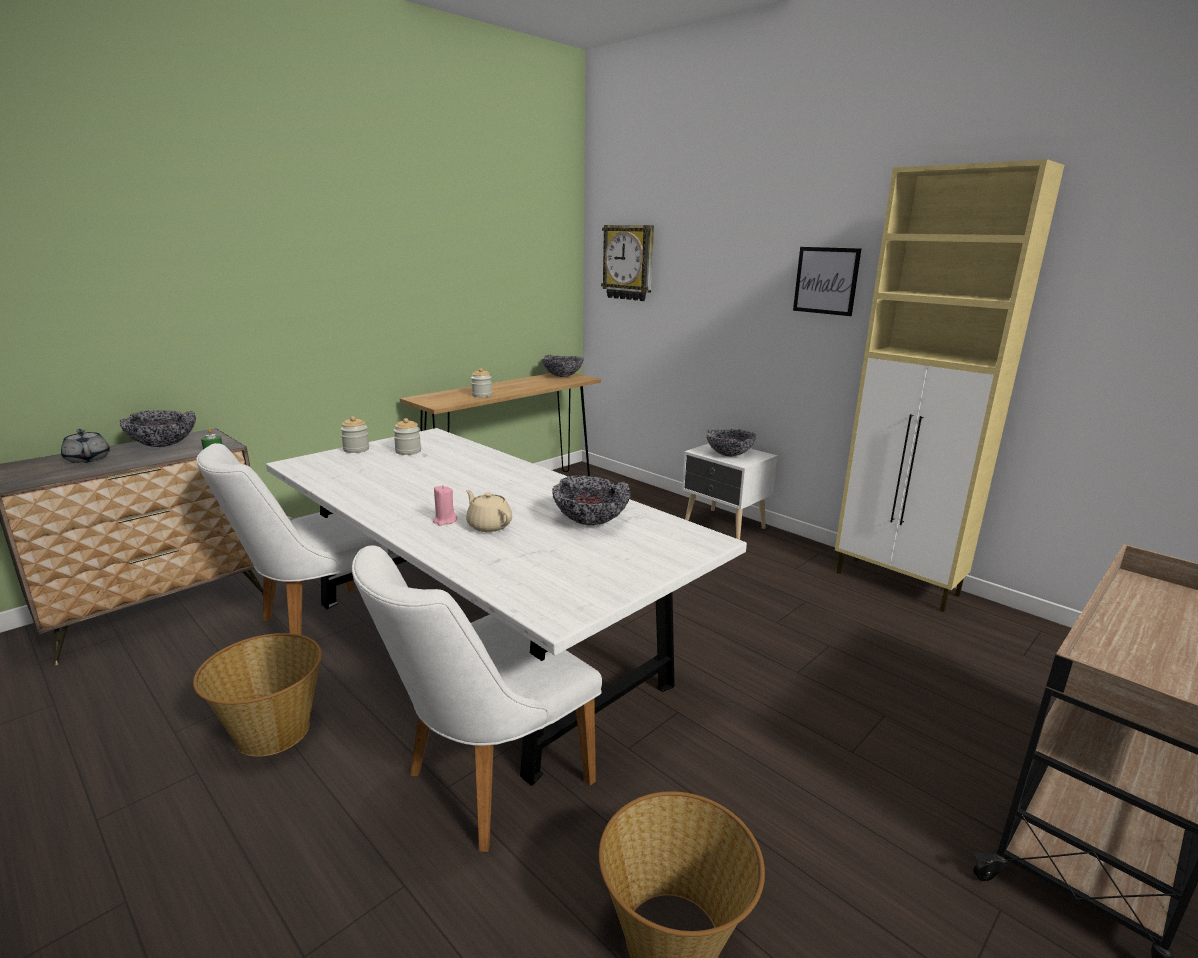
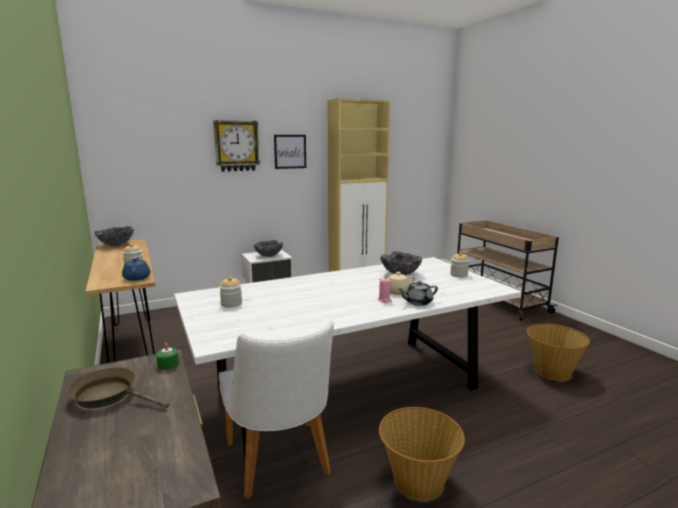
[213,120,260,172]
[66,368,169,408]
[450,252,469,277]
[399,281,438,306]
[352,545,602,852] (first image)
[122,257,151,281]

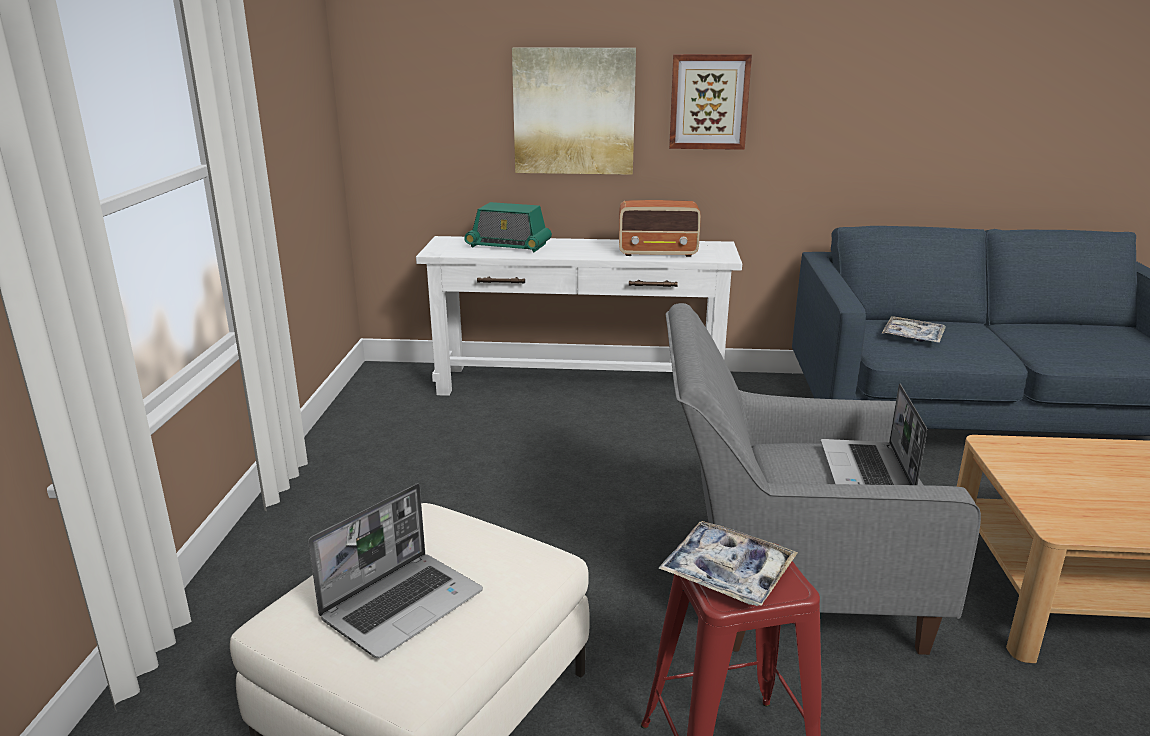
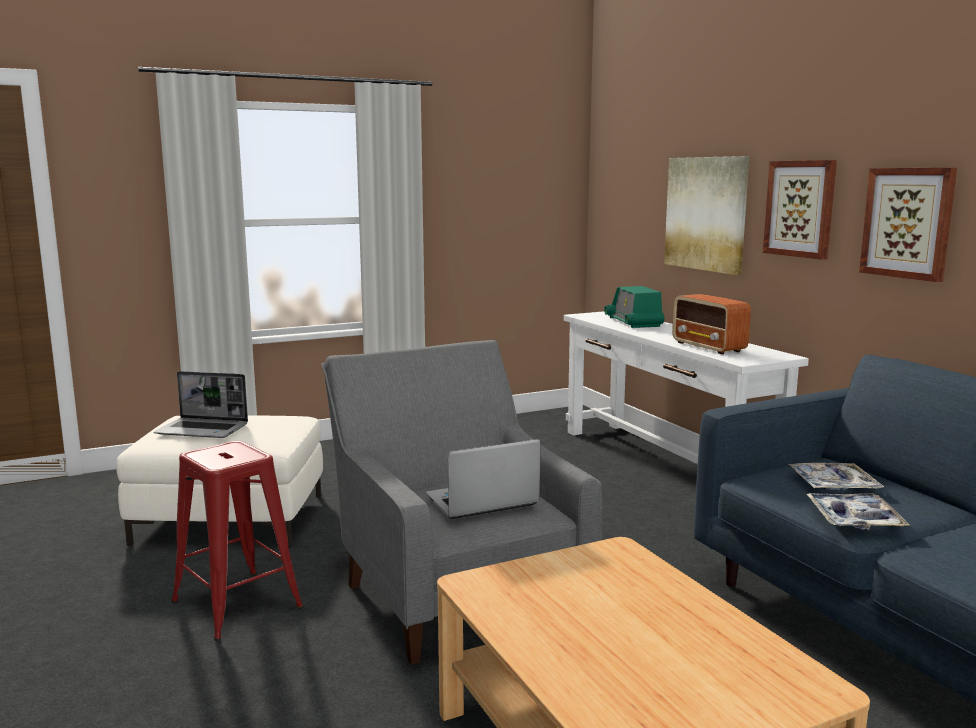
[807,493,911,531]
[859,168,957,282]

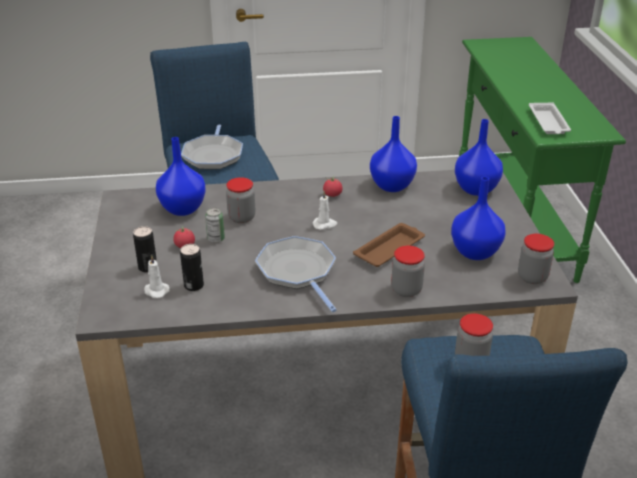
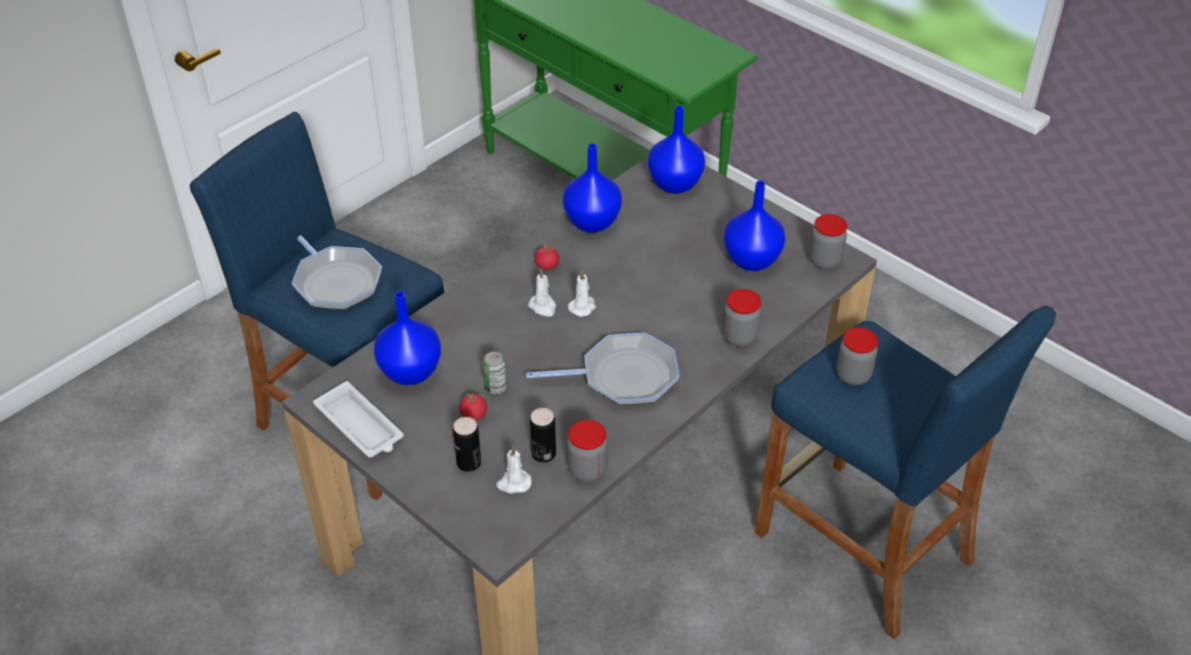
[313,381,403,457]
[567,420,608,482]
[353,223,425,267] (first image)
[526,333,679,405]
[528,269,556,317]

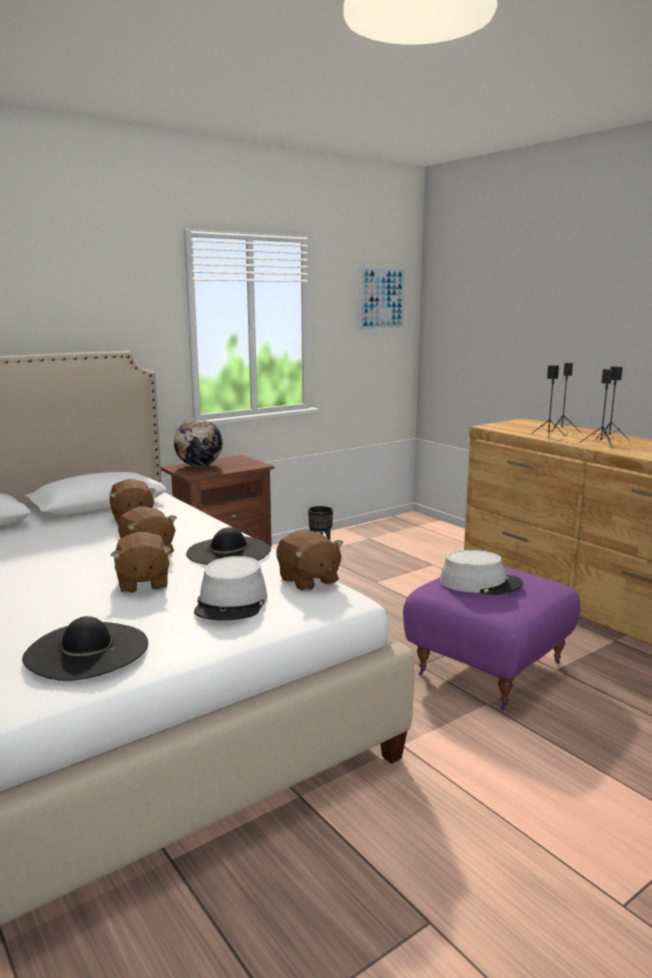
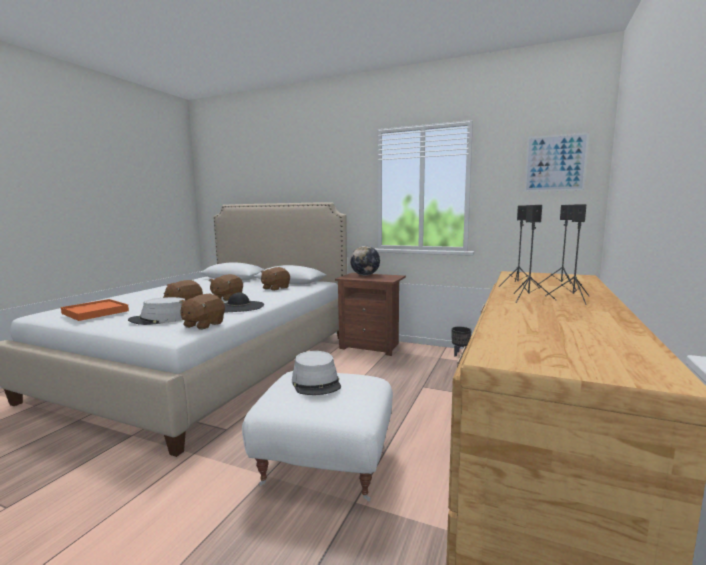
[242,371,393,501]
[61,299,129,321]

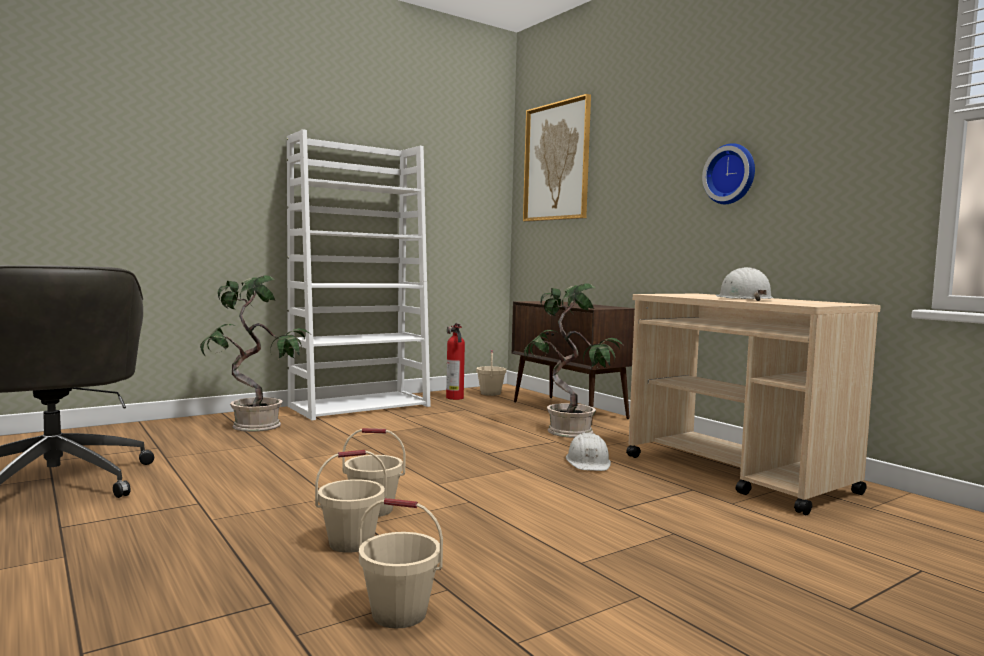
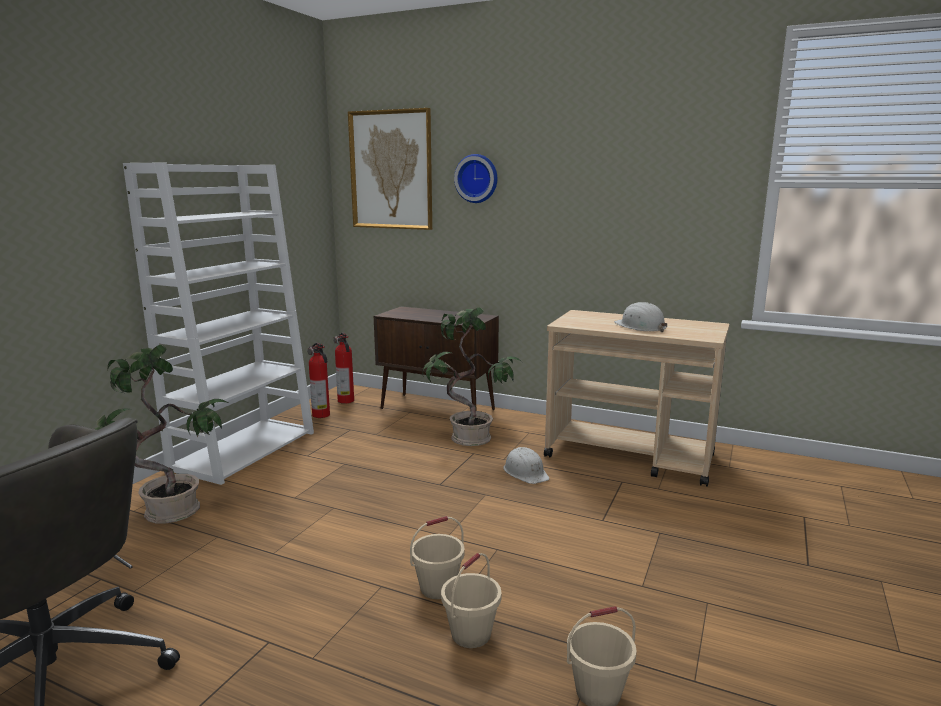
[454,154,497,203]
[333,332,354,404]

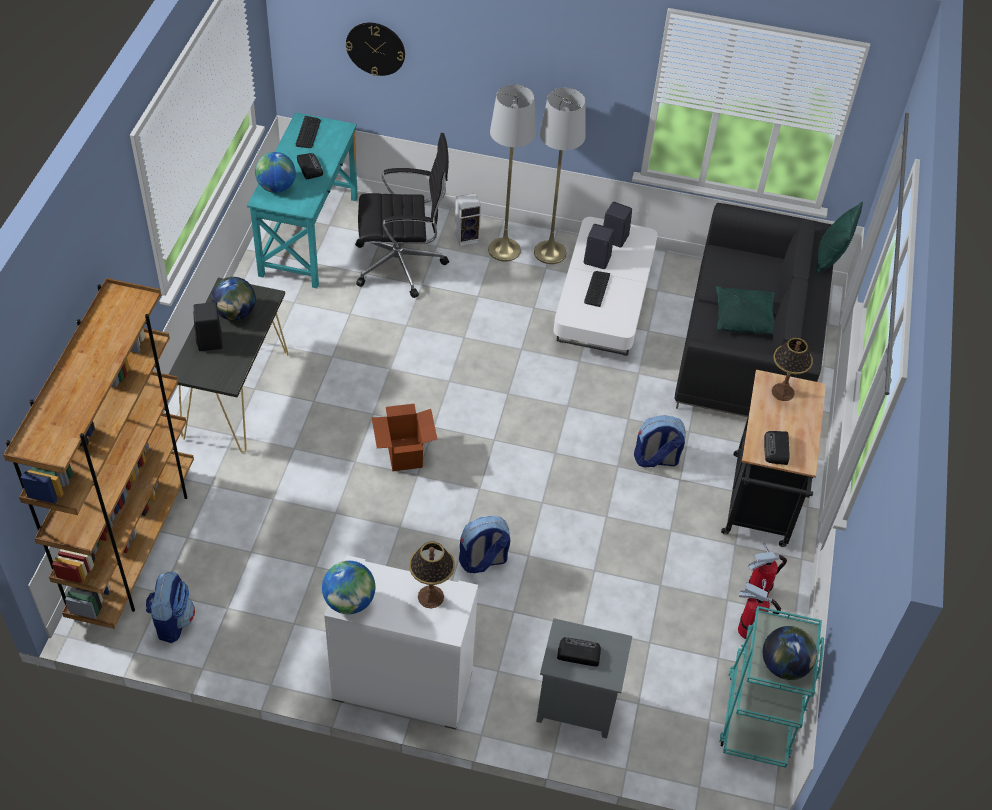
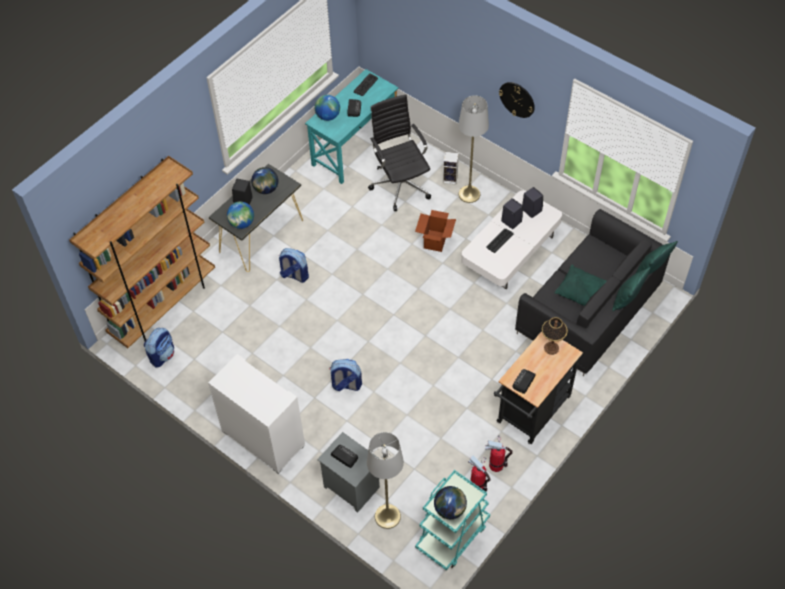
[499,82,535,118]
[367,432,404,529]
[368,95,431,211]
[415,210,456,252]
[279,248,309,283]
[409,542,455,608] (first image)
[227,202,254,229]
[612,267,651,311]

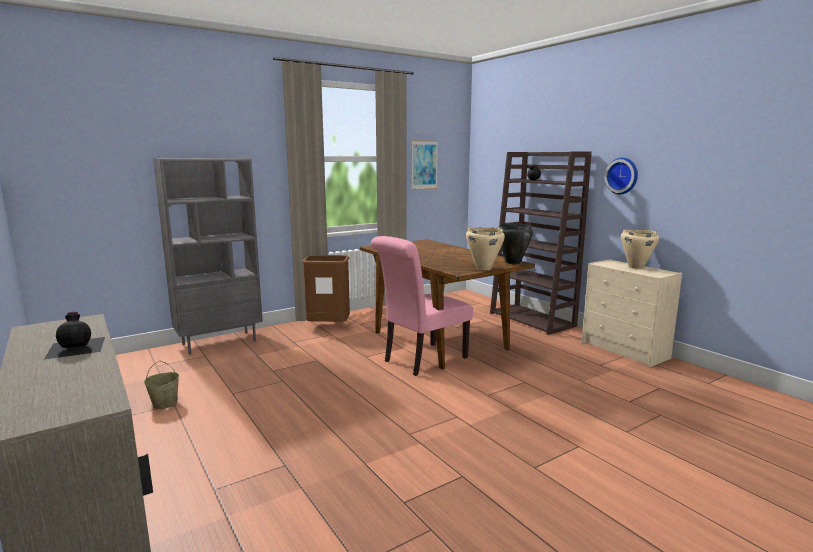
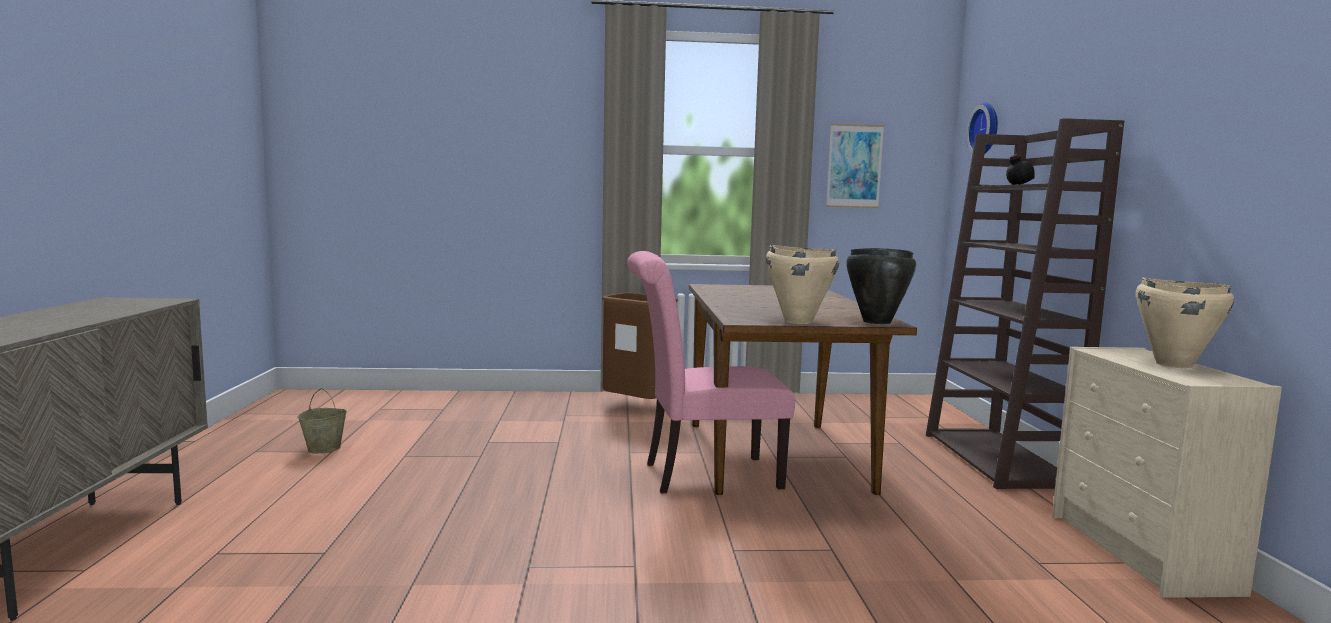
[153,158,263,354] (first image)
[966,102,998,153]
[44,312,105,360] (first image)

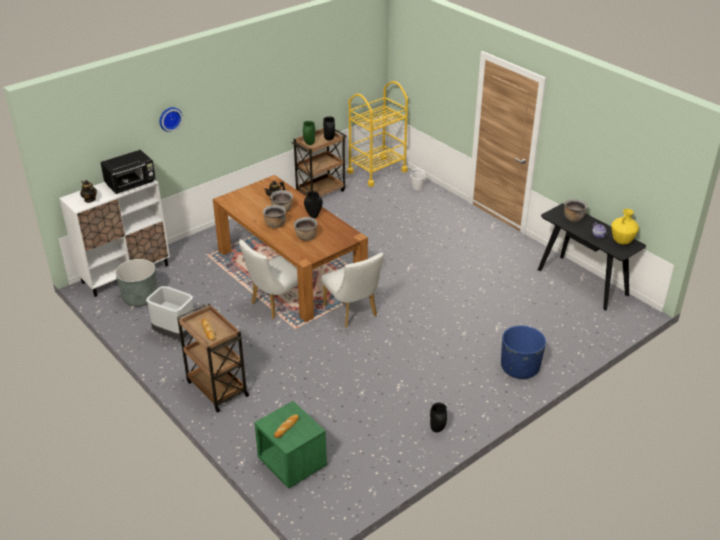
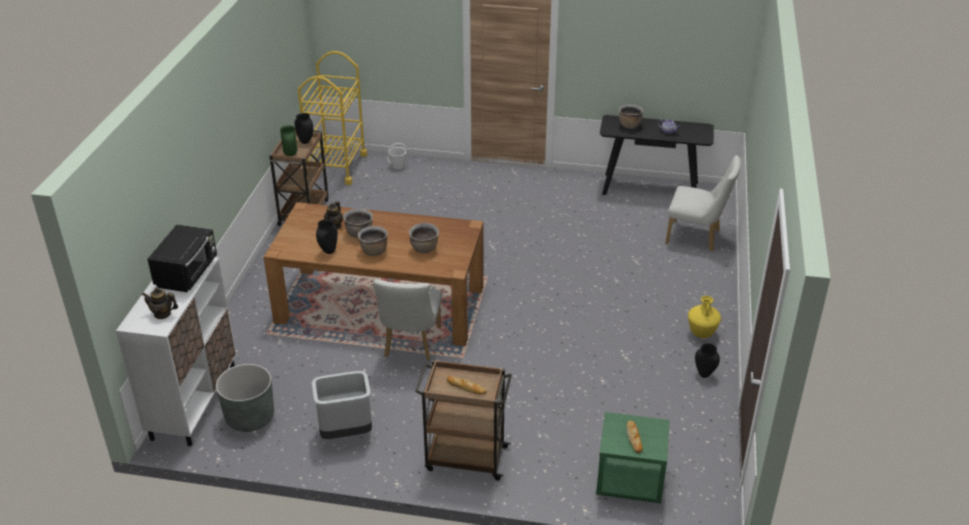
[160,107,183,132] (first image)
[316,219,338,254]
[688,296,721,338]
[665,155,741,251]
[501,326,546,379] (first image)

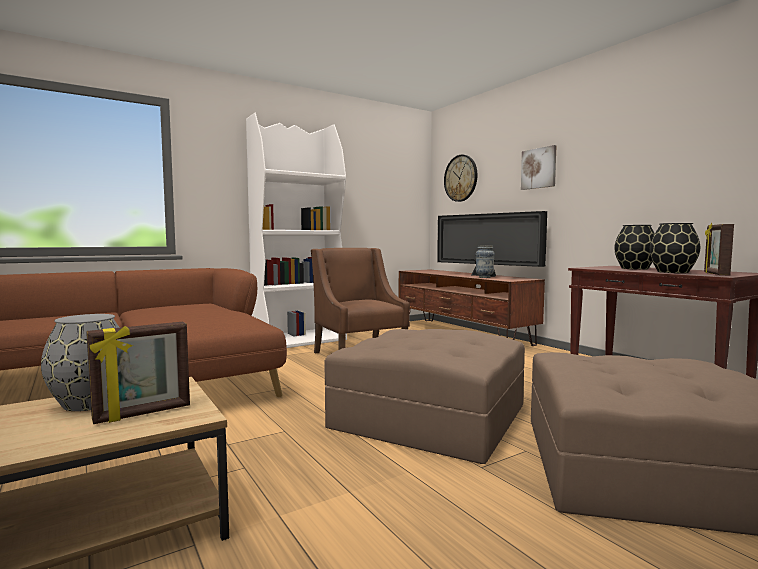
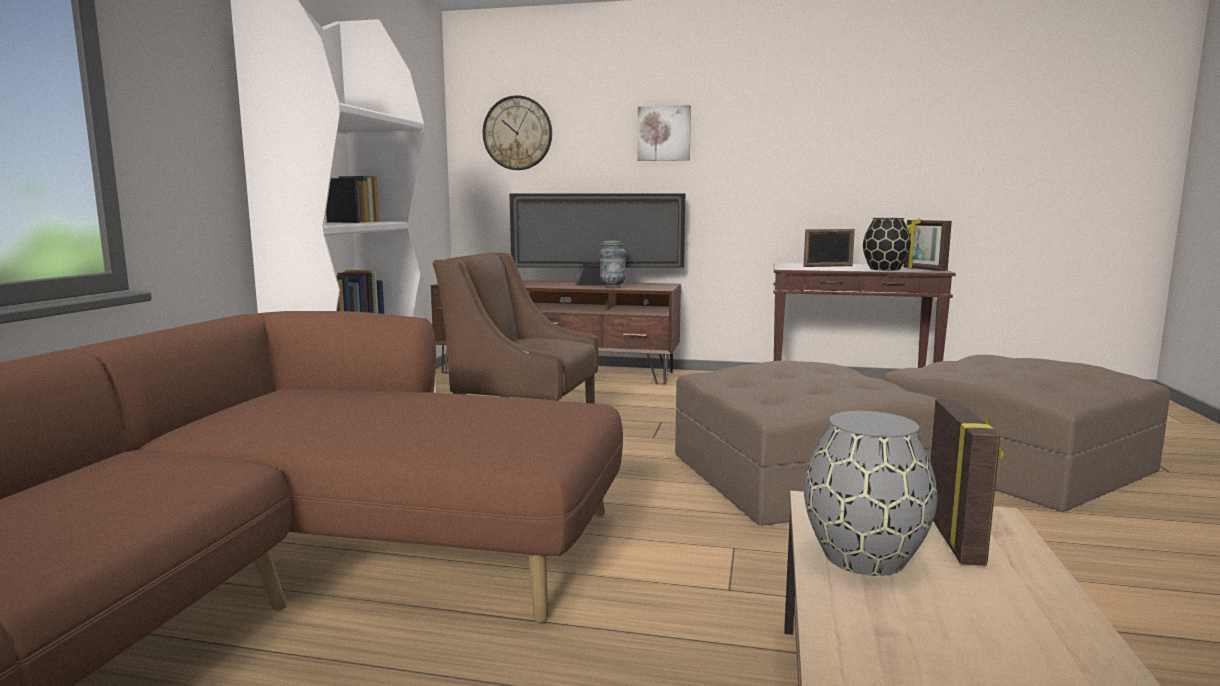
[803,229,855,267]

